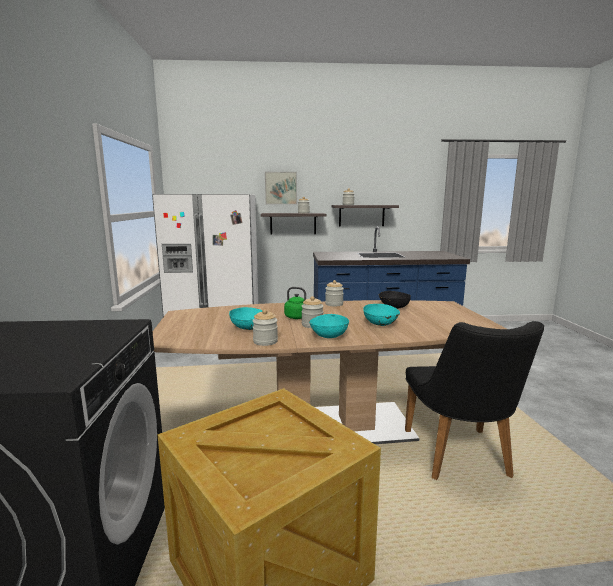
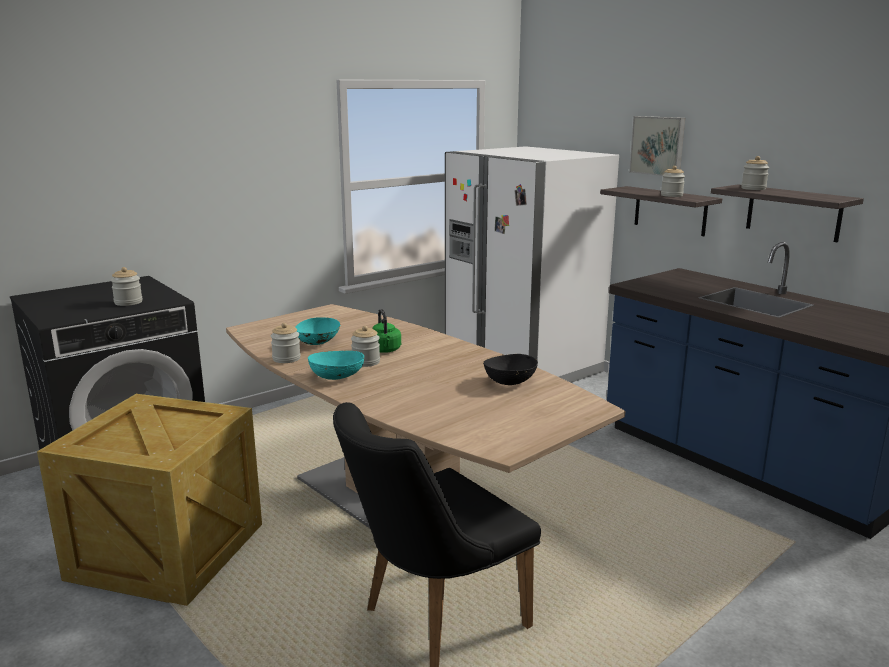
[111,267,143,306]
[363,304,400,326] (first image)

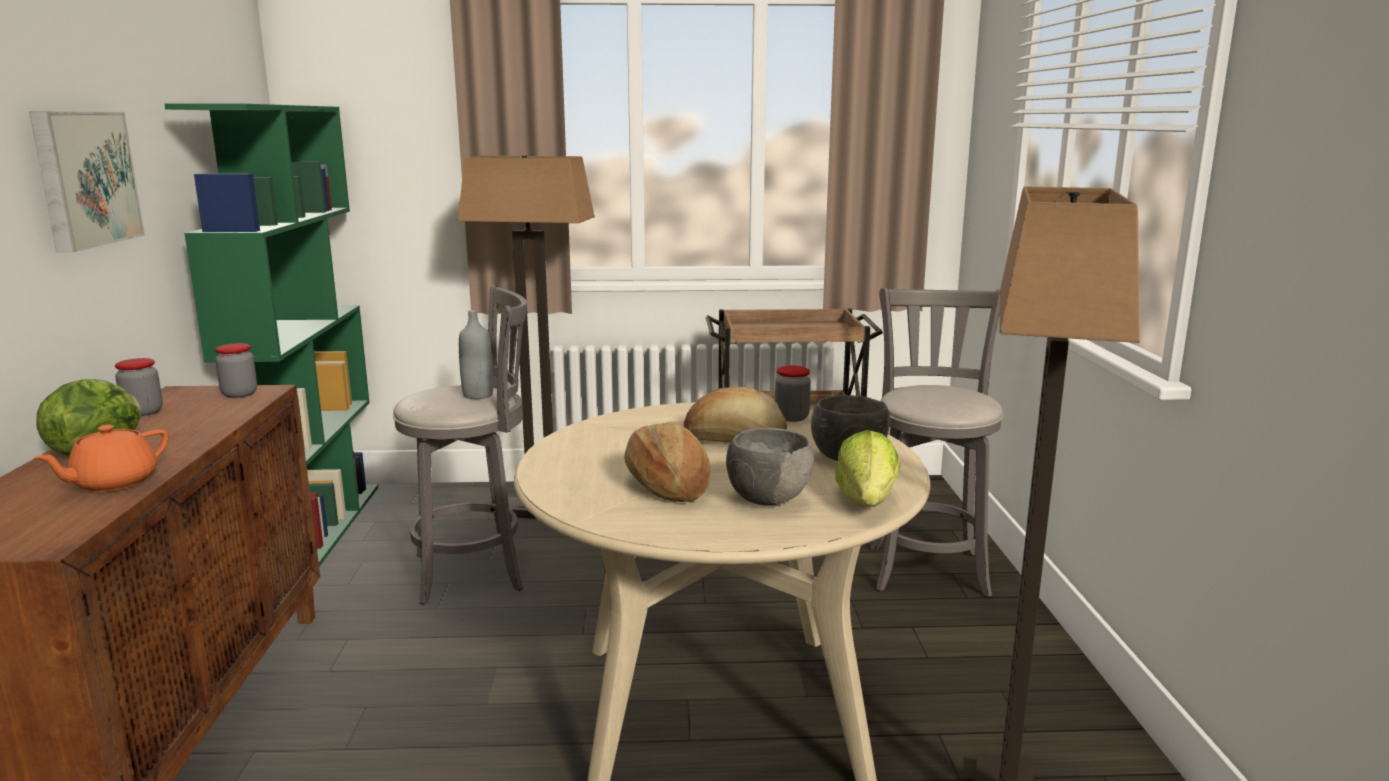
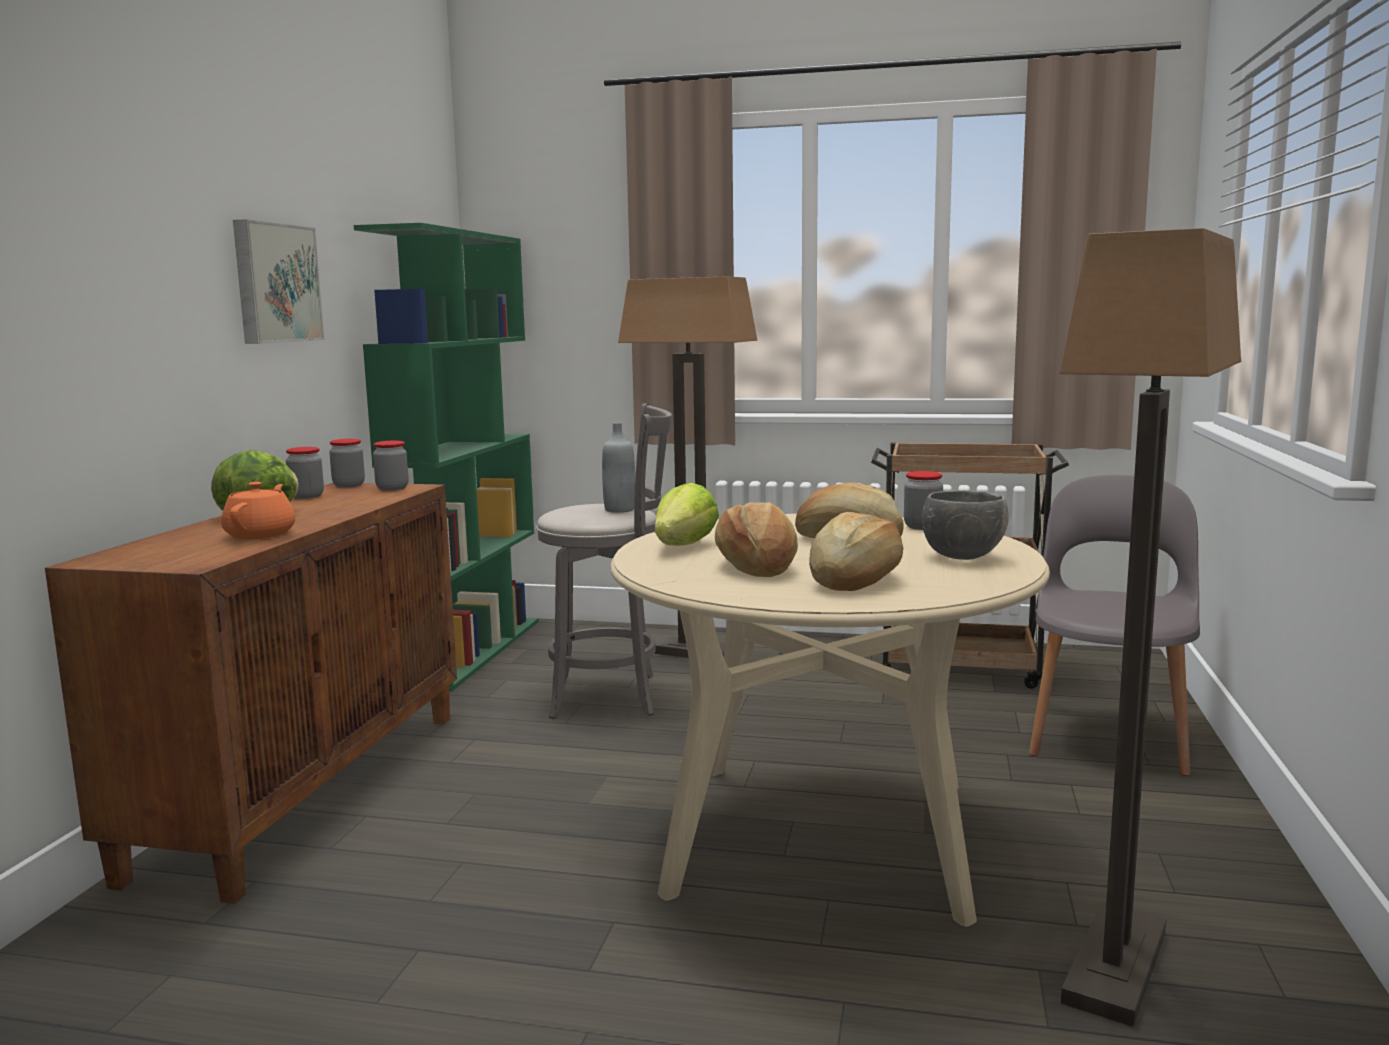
[1029,475,1200,776]
[221,482,295,539]
[809,512,903,591]
[655,482,719,546]
[329,439,365,488]

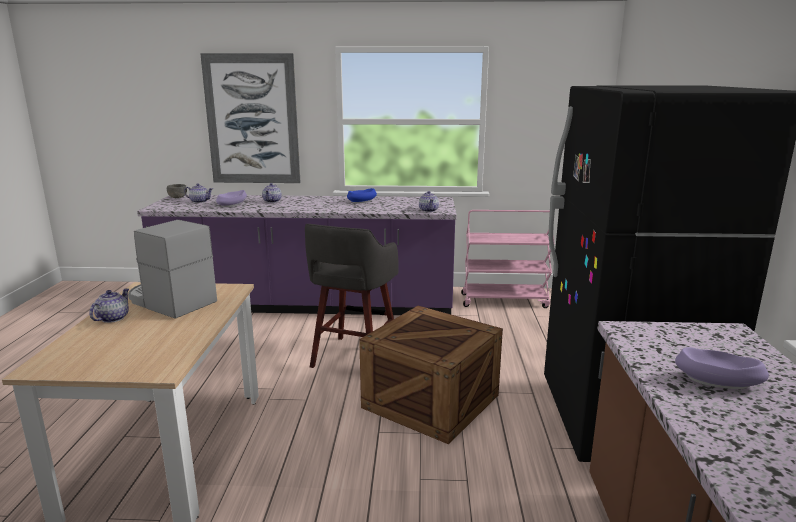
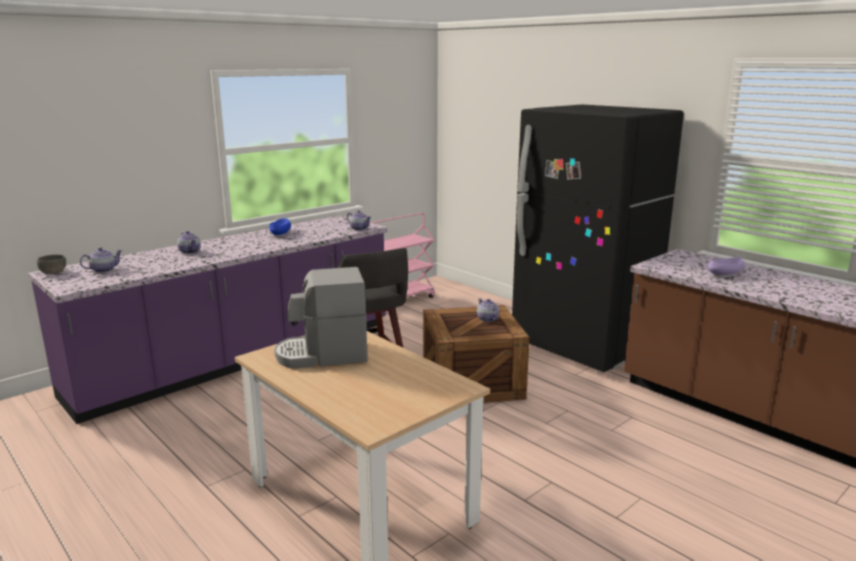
[200,53,301,183] (first image)
[216,190,247,207] (first image)
[477,299,499,322]

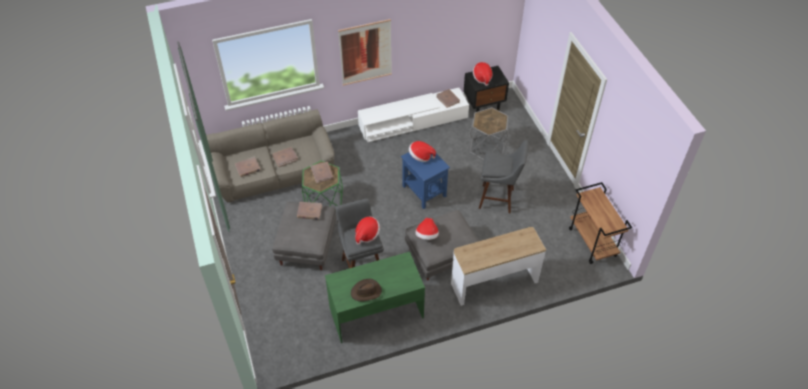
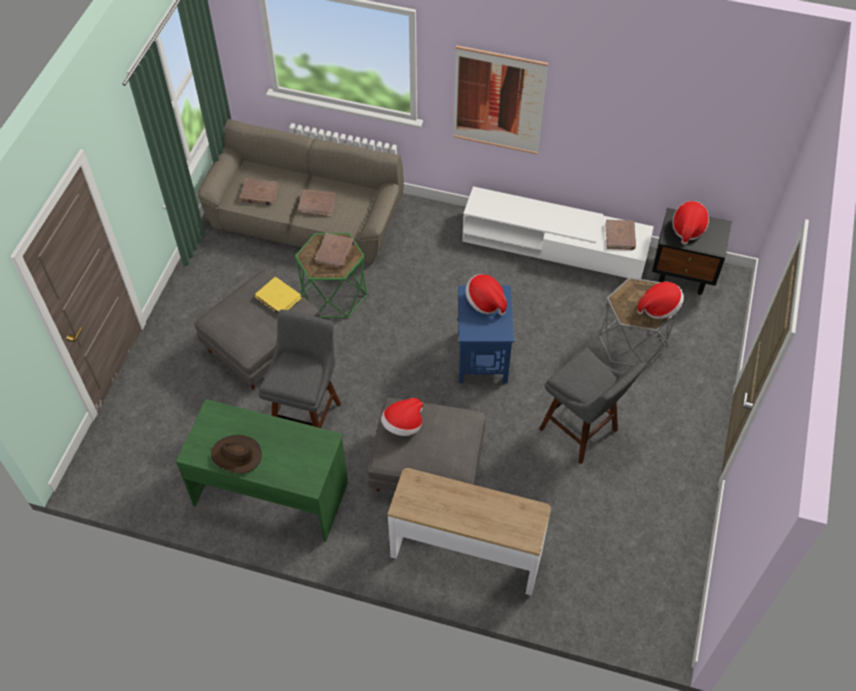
[569,182,632,264] (first image)
[255,277,301,314]
[637,282,684,319]

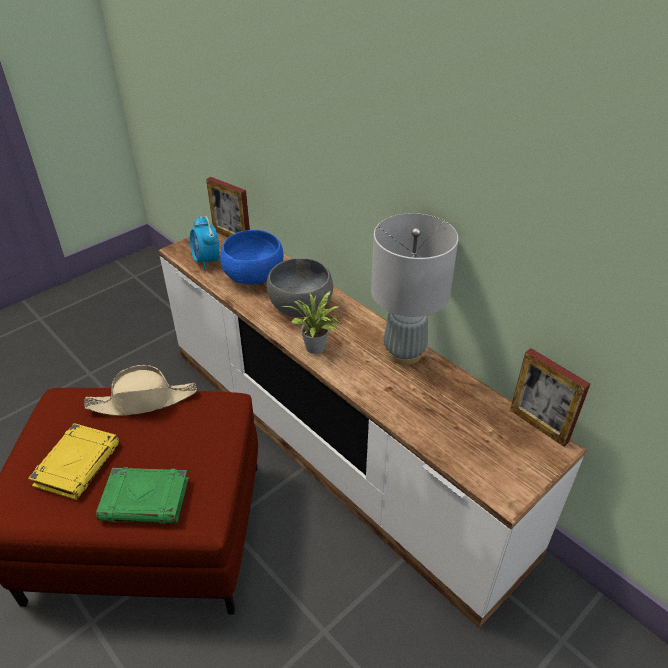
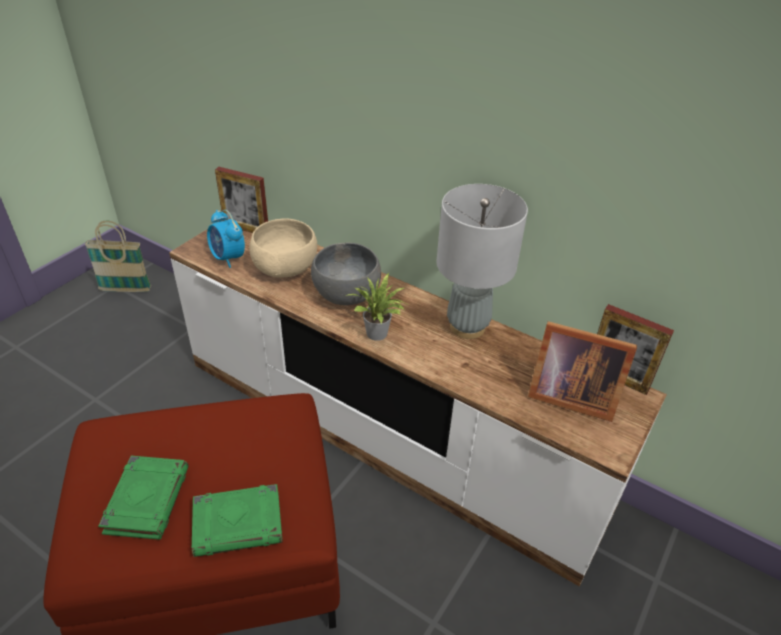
[249,218,317,278]
[84,365,197,416] (first image)
[98,456,189,540]
[85,221,151,292]
[528,321,637,422]

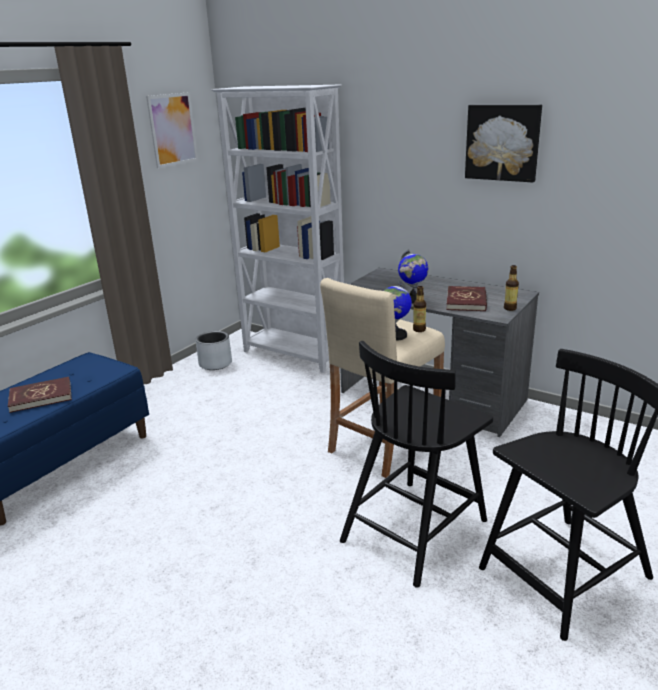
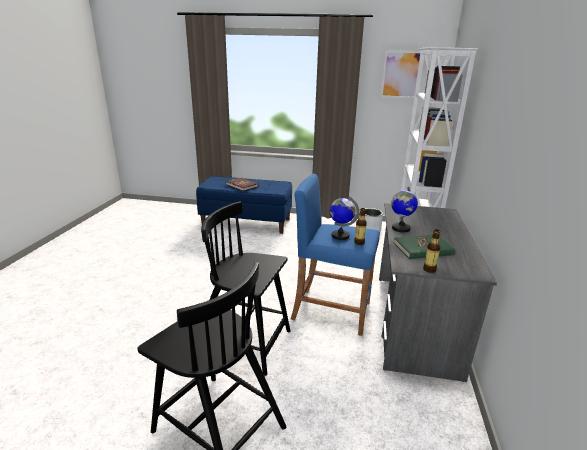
[465,105,542,182] (first image)
[291,174,380,336]
[394,235,455,259]

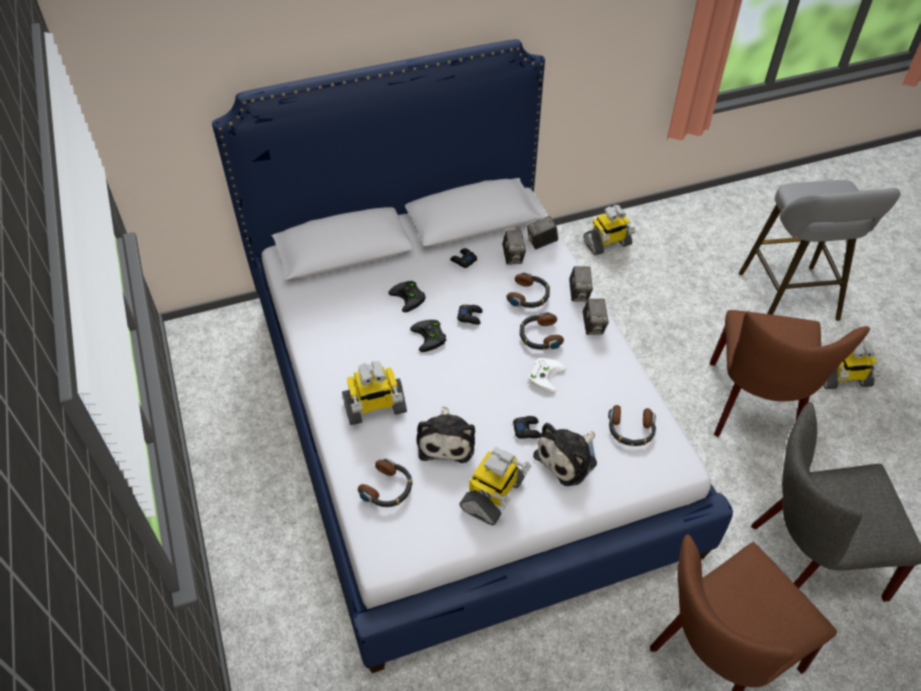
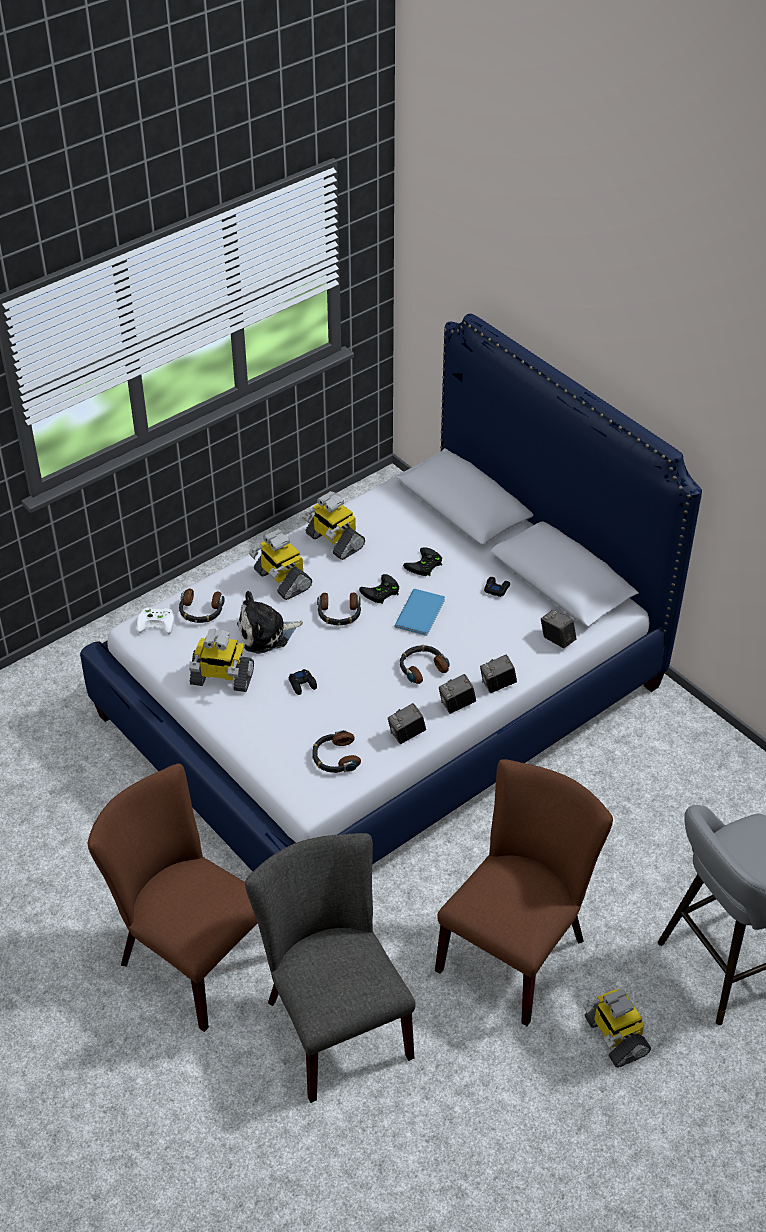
[302,491,365,560]
[388,703,426,744]
[317,593,361,625]
[394,589,445,636]
[435,759,613,1026]
[137,607,174,634]
[533,423,597,486] (first image)

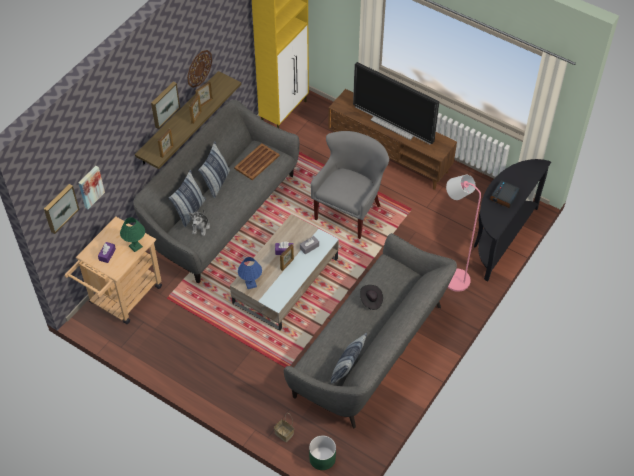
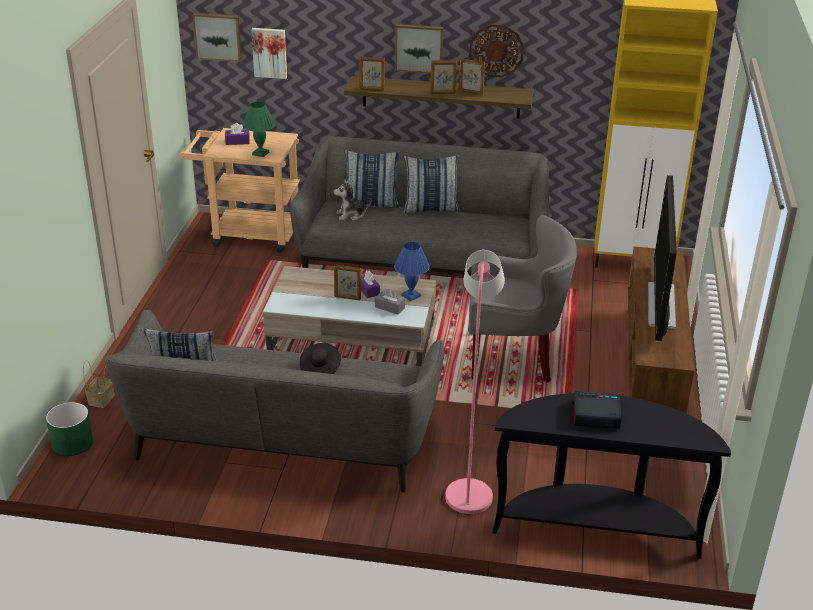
[234,143,280,180] (first image)
[394,242,430,301]

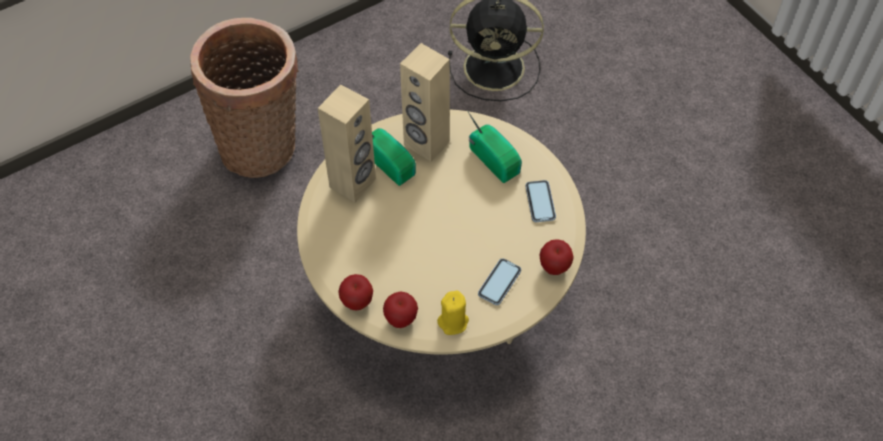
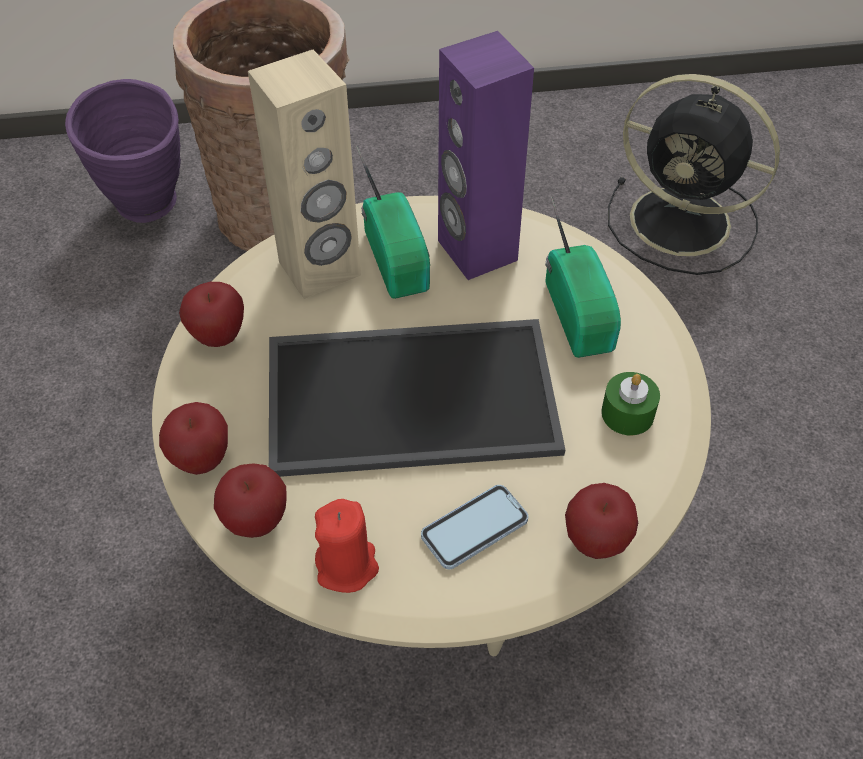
[438,31,534,280]
[601,372,660,435]
[315,499,379,593]
[65,79,181,223]
[179,282,244,347]
[269,319,565,477]

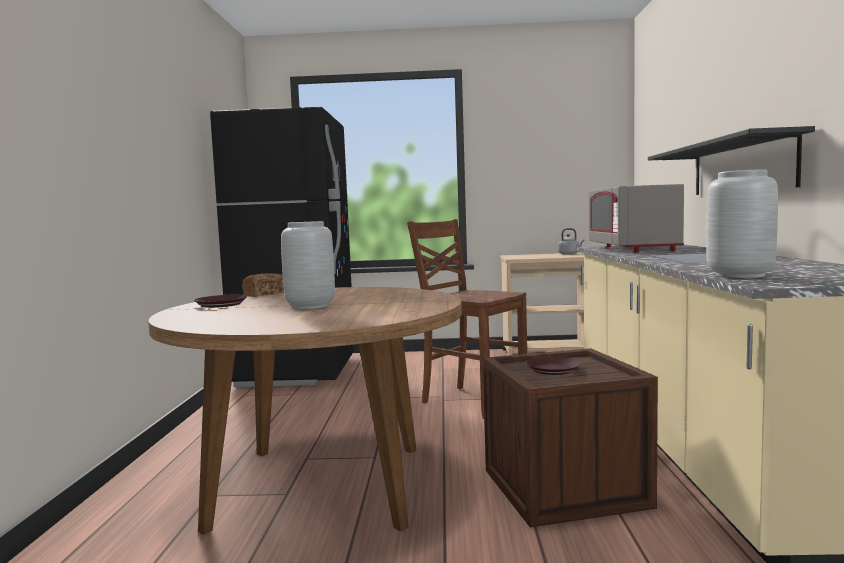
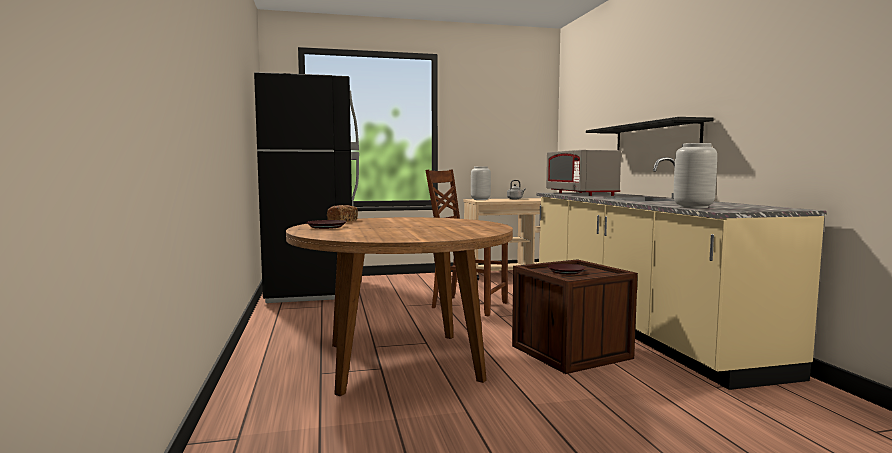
[471,166,491,200]

